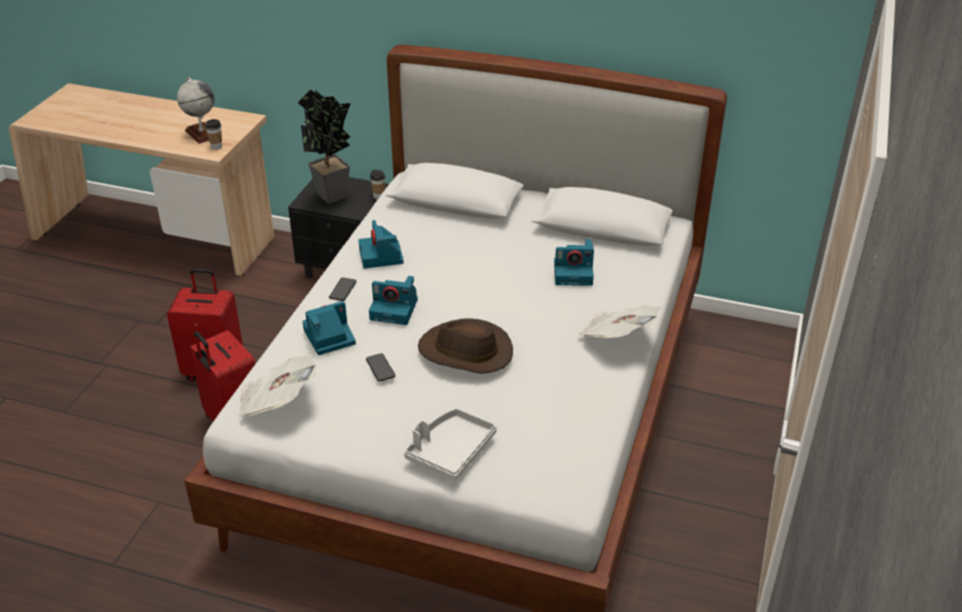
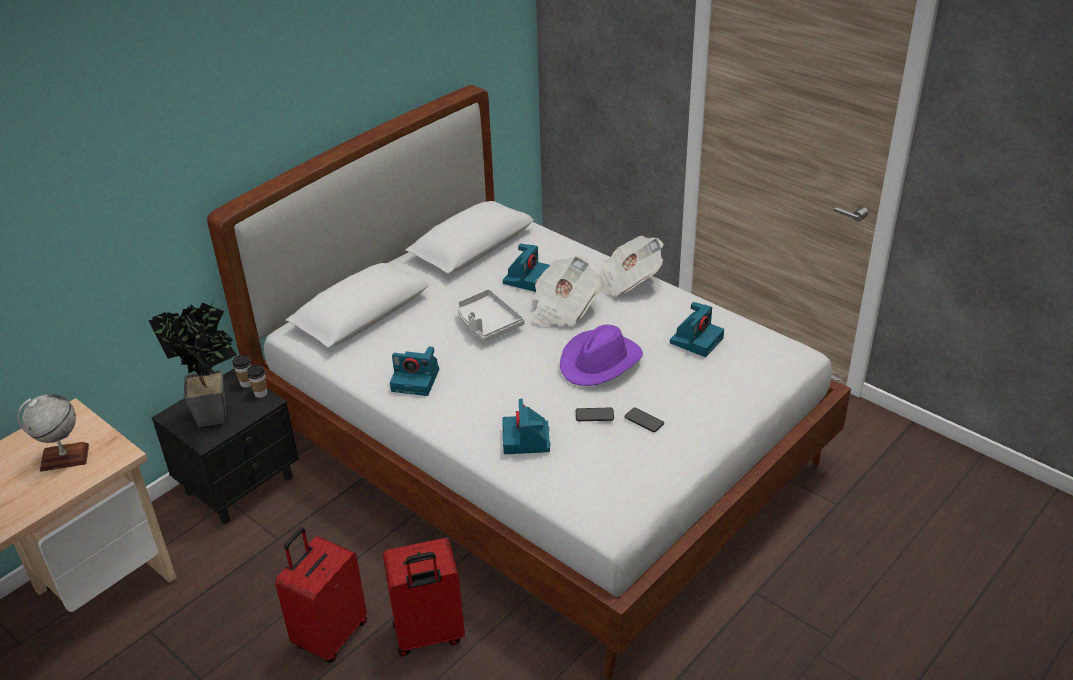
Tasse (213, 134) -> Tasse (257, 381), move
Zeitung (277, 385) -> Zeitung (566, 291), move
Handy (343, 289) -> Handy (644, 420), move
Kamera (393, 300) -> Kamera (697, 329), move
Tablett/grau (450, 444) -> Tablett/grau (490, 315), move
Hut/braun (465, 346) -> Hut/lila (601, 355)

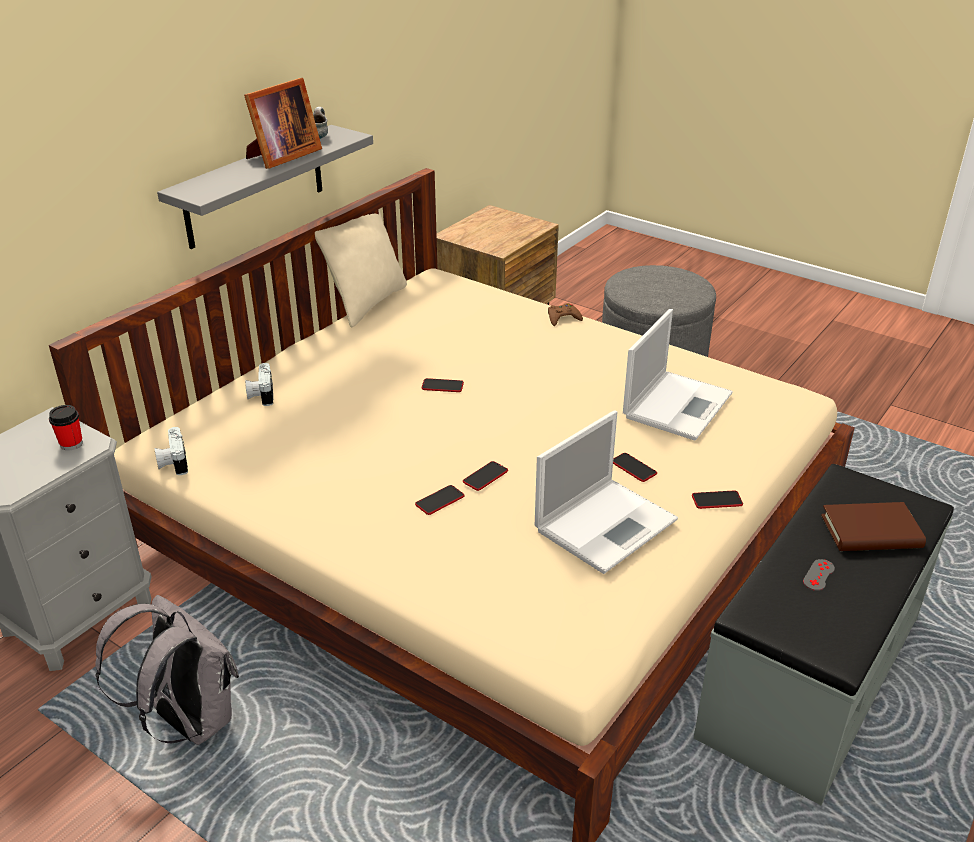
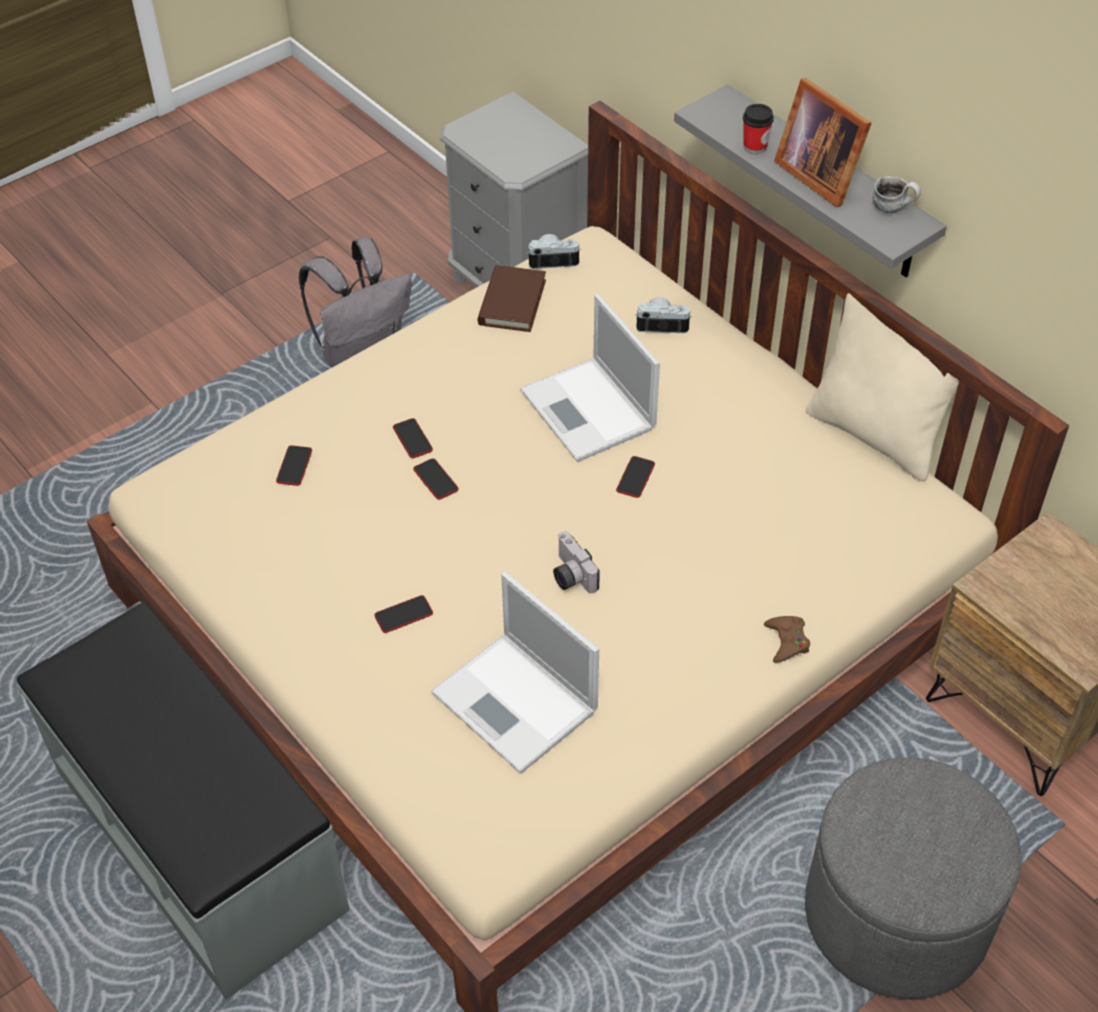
Gamepad/grau (819, 575) -> none
none -> Kamera (576, 562)
Tasse (66, 428) -> Tasse (758, 129), move
Laptop (606, 492) -> Laptop (590, 378), move
Handy (717, 499) -> Handy (294, 465), move
Buch/braun (873, 526) -> Buch/braun (512, 298), move

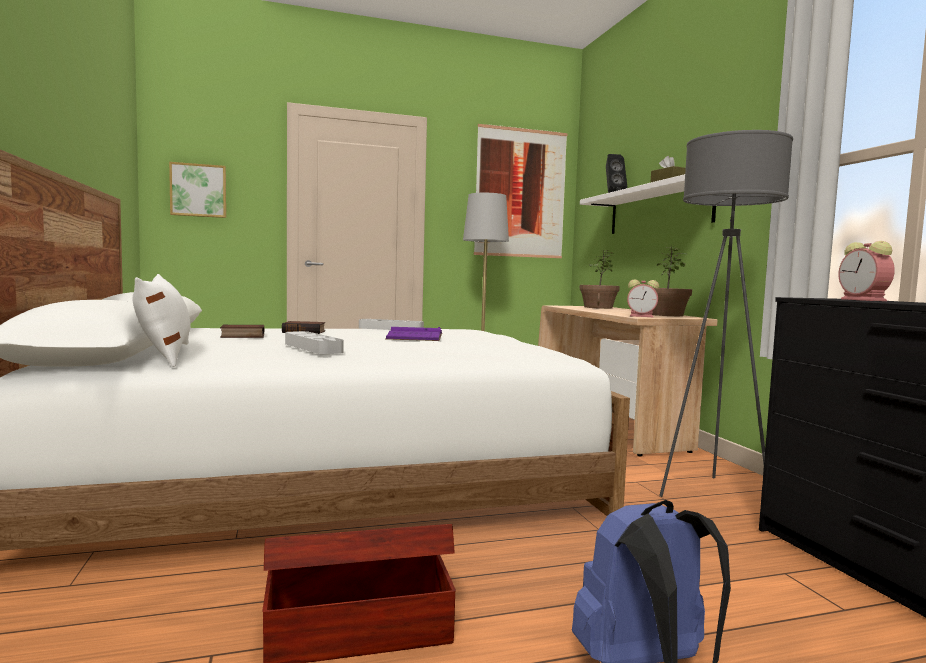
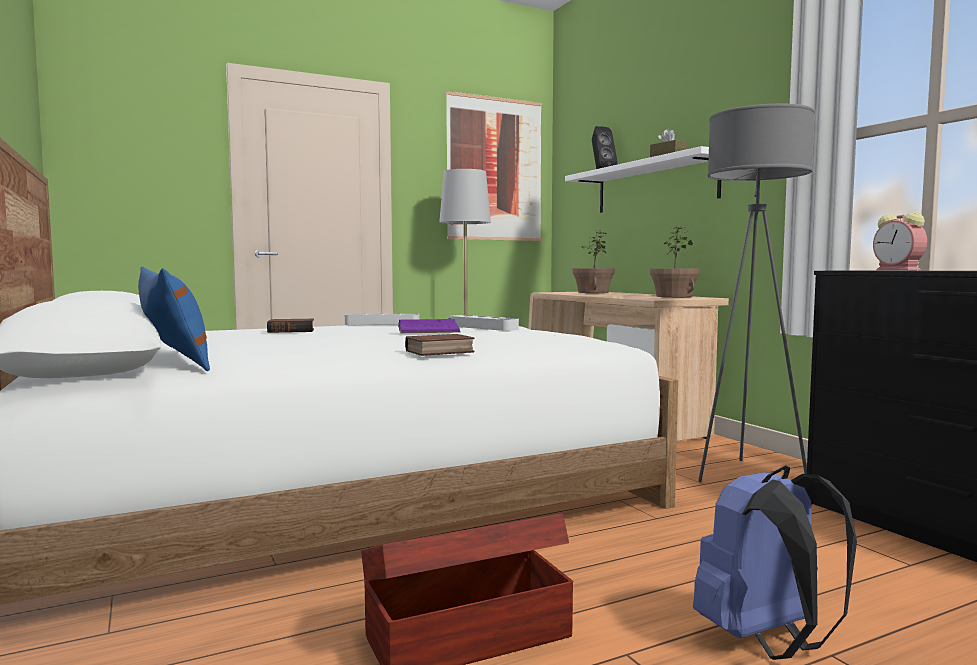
Bild (197, 190) -> none
Wecker (643, 298) -> none
Buch (242, 331) -> Buch (440, 345), move
Tablett/grau (314, 342) -> Tablett/grau (484, 323), move
Kissen/weiß (162, 320) -> Kissen/blau (174, 319)

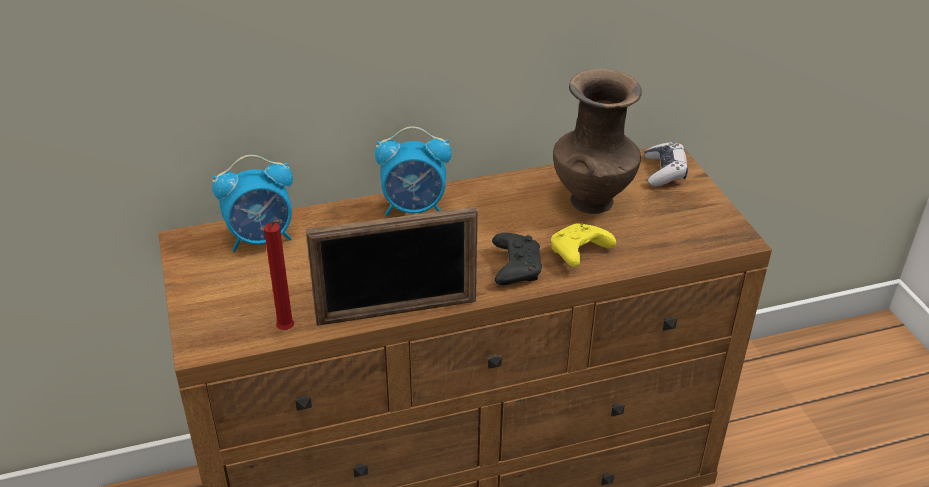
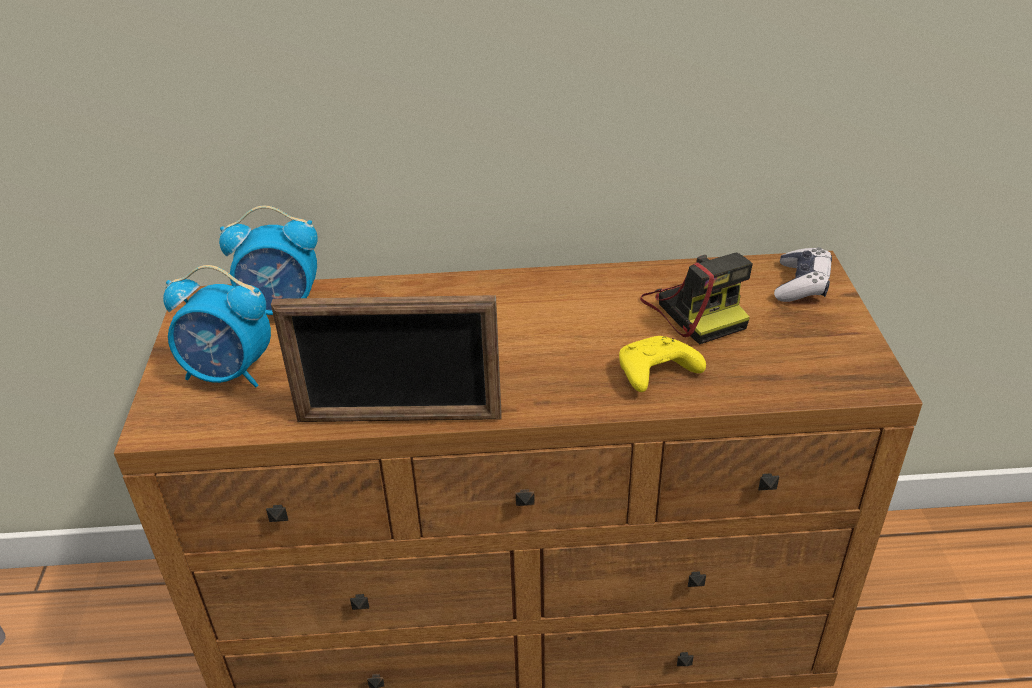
Kerze/rot (279, 275) -> none
Gamepad/schwarz (517, 259) -> none
Wecker (413, 171) -> Wecker (217, 326), move
Vase/braun (597, 141) -> Kamera (696, 299)

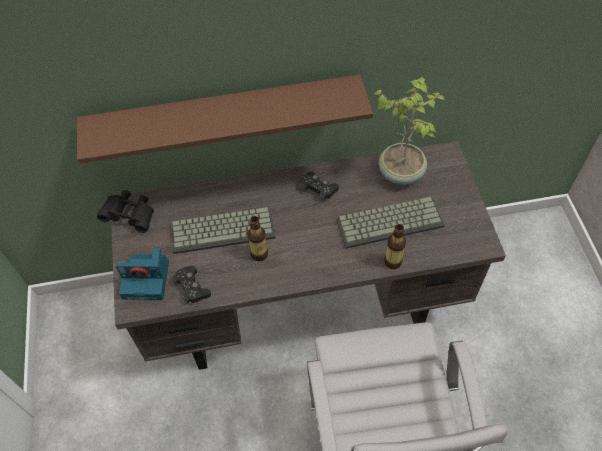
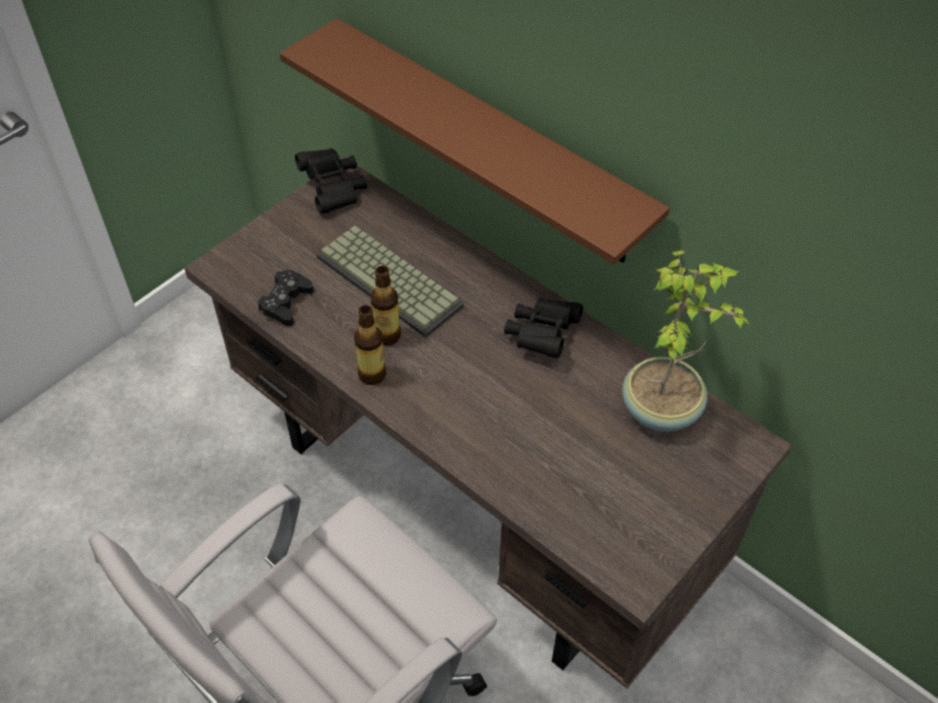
Kamera (142, 273) -> none
Tastatur (390, 223) -> none
Flasche (395, 246) -> Flasche (370, 345), move
Gamepad/schwarz (320, 186) -> Fernglas/schwarz (543, 328)

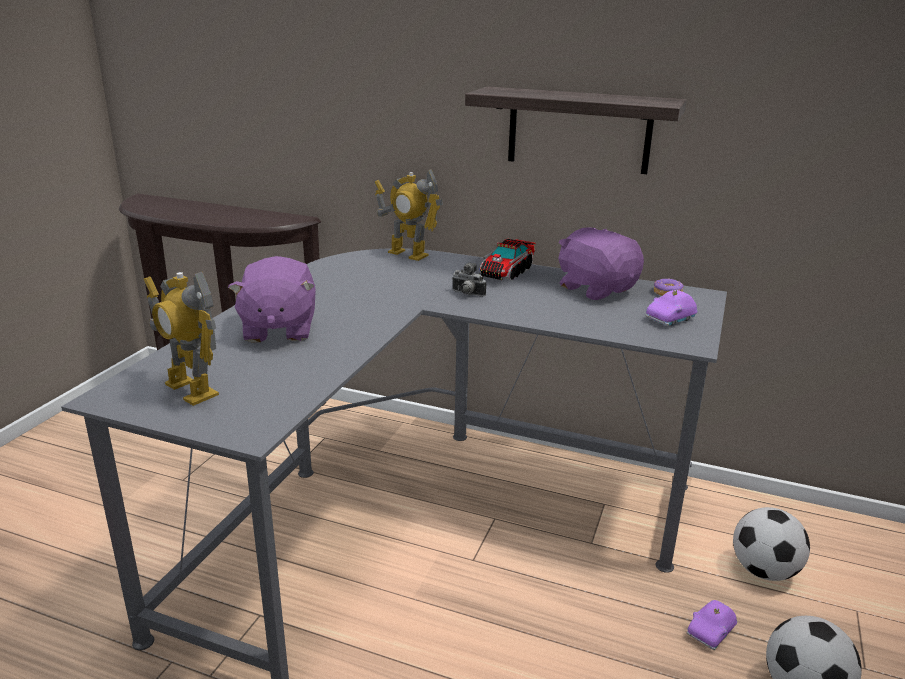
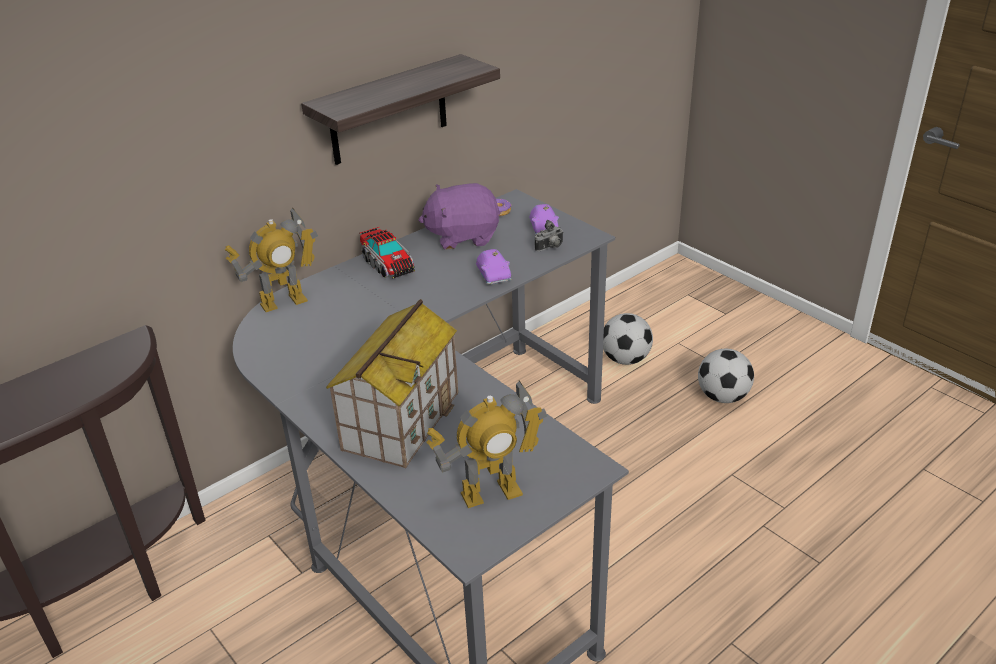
Kamera (469, 280) -> Kamera (549, 235), move
Spielzeugauto/lila (712, 625) -> Spielzeugauto/lila (493, 267), move
Plüschtier/lila (272, 299) -> Spielzeughaus (392, 383)

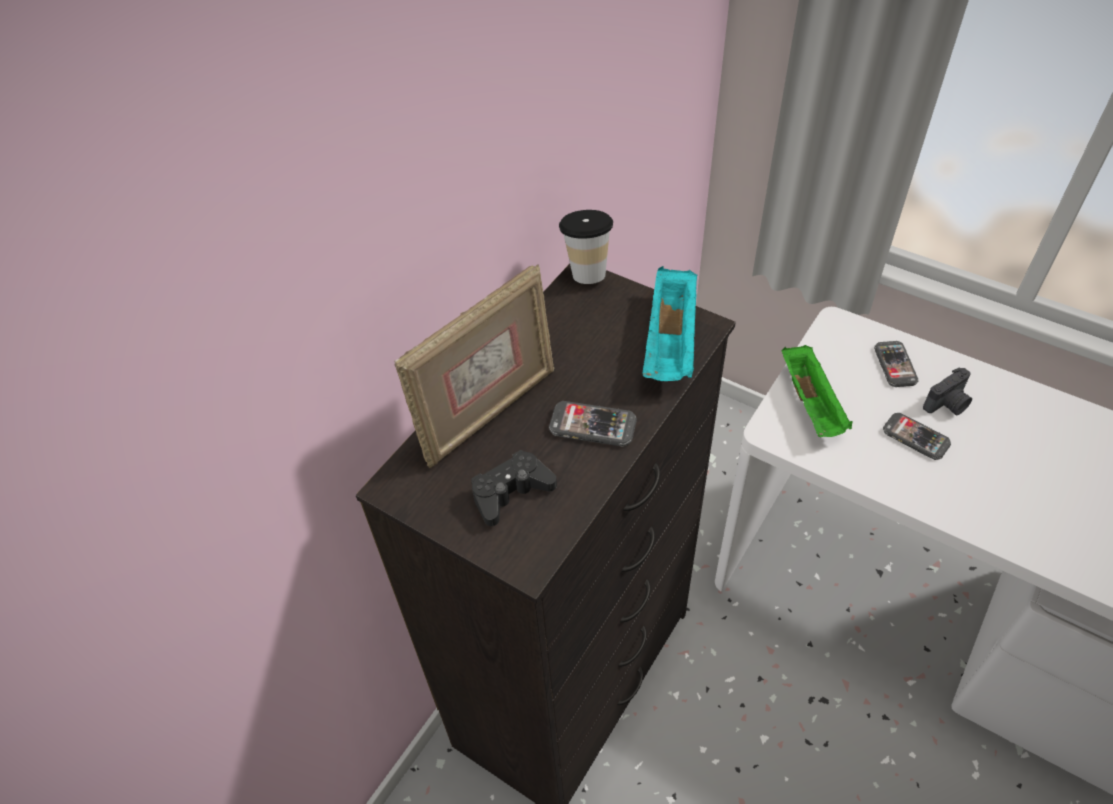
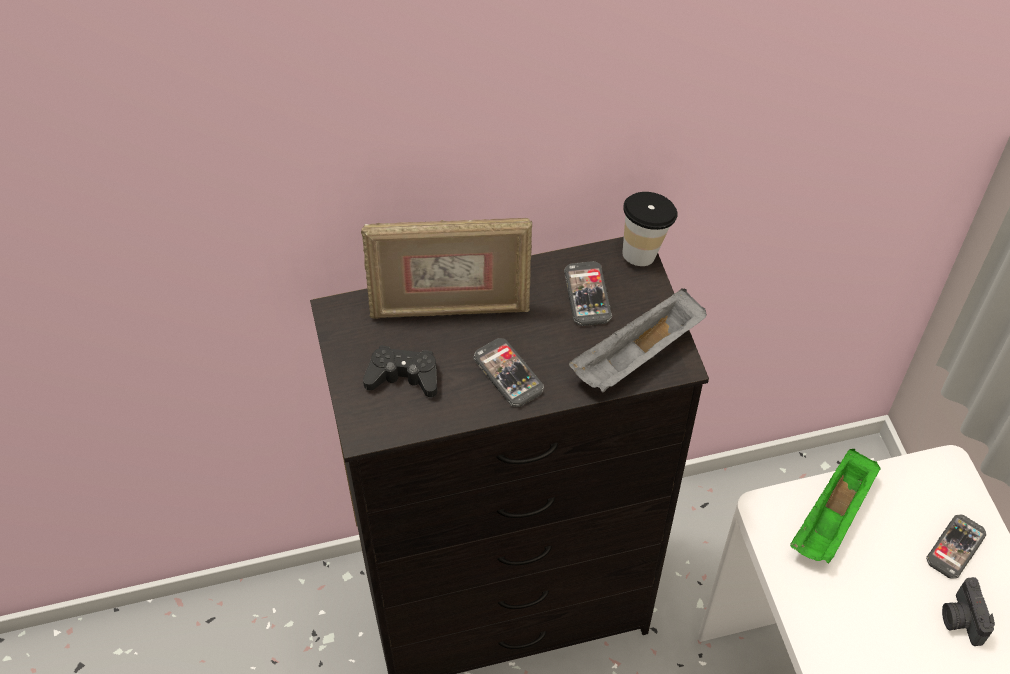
Handy (917, 436) -> Handy (588, 293), move
Tablett/türkis (669, 323) -> Tablett/grau (638, 340)
Kamera (947, 391) -> Kamera (968, 611), 75 degrees clockwise

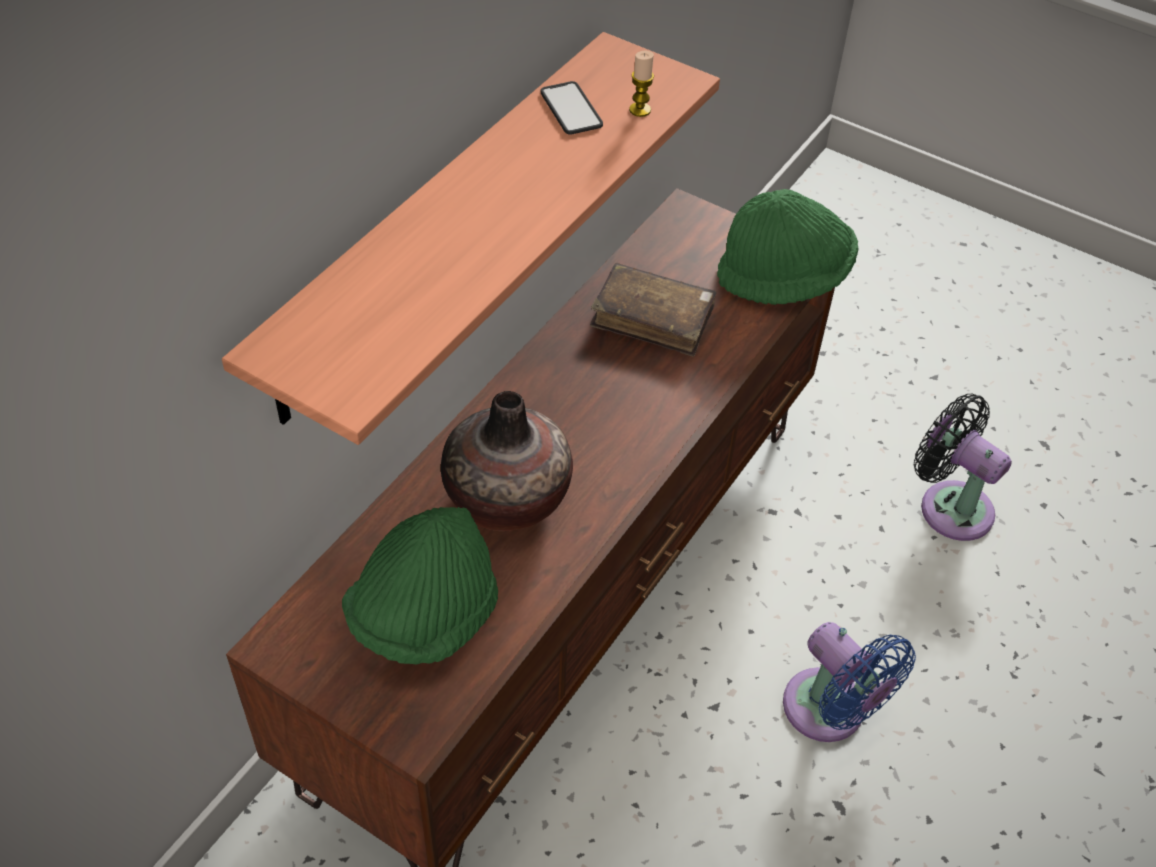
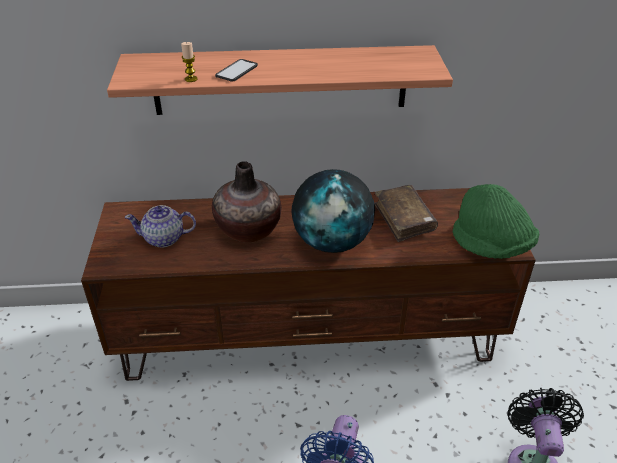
none -> Globus (333, 211)
Handy (572, 108) -> Handy (236, 70), move
Kerze (641, 84) -> Kerze (189, 62), move
Hut/grün (420, 585) -> Teekanne (160, 226)

